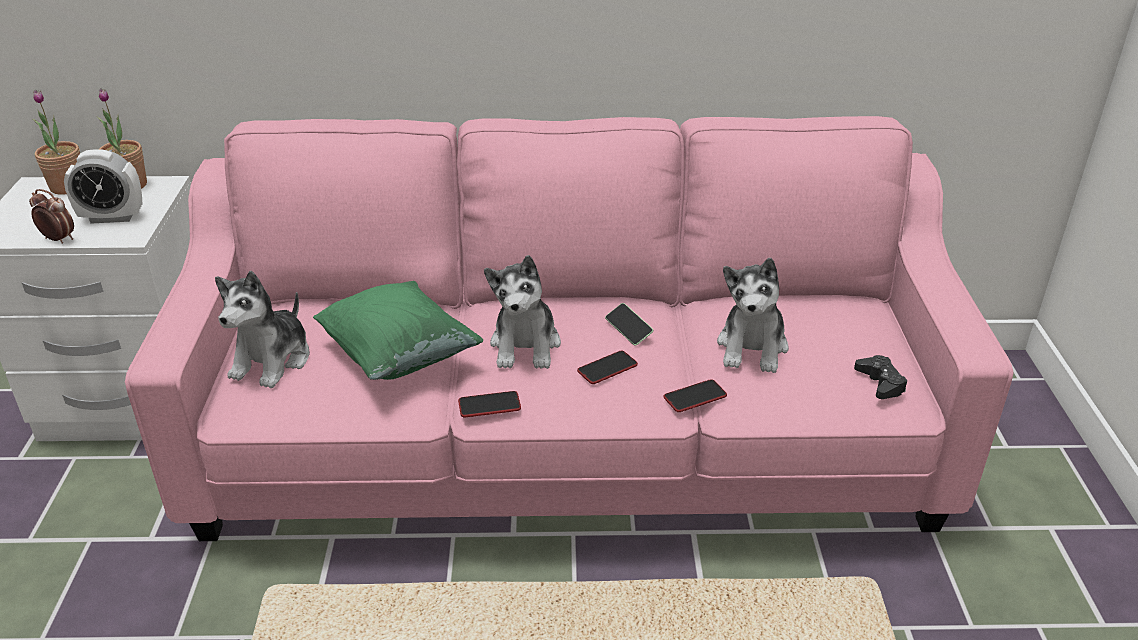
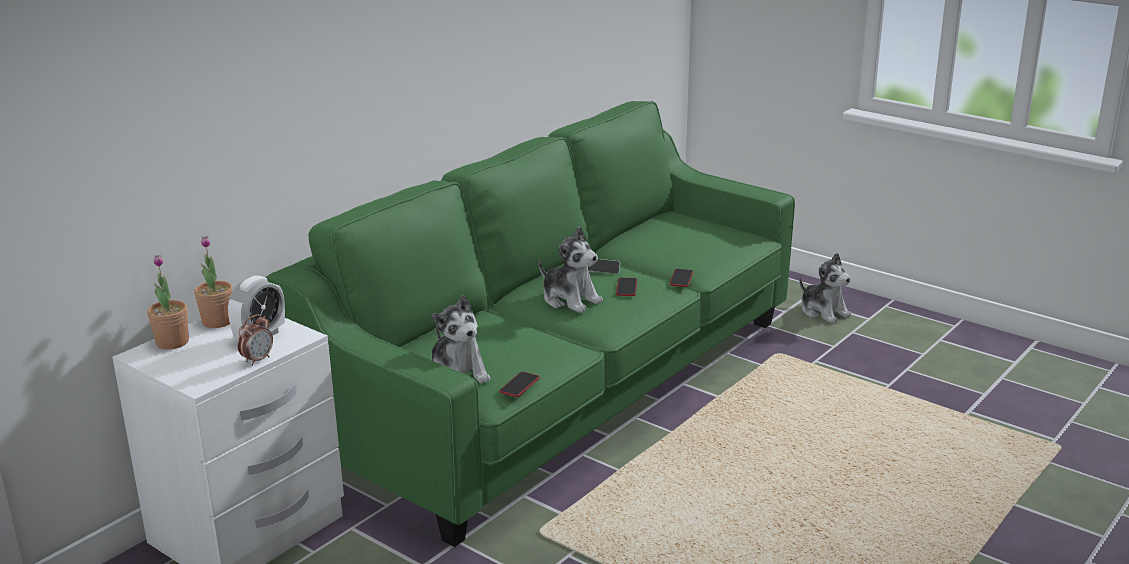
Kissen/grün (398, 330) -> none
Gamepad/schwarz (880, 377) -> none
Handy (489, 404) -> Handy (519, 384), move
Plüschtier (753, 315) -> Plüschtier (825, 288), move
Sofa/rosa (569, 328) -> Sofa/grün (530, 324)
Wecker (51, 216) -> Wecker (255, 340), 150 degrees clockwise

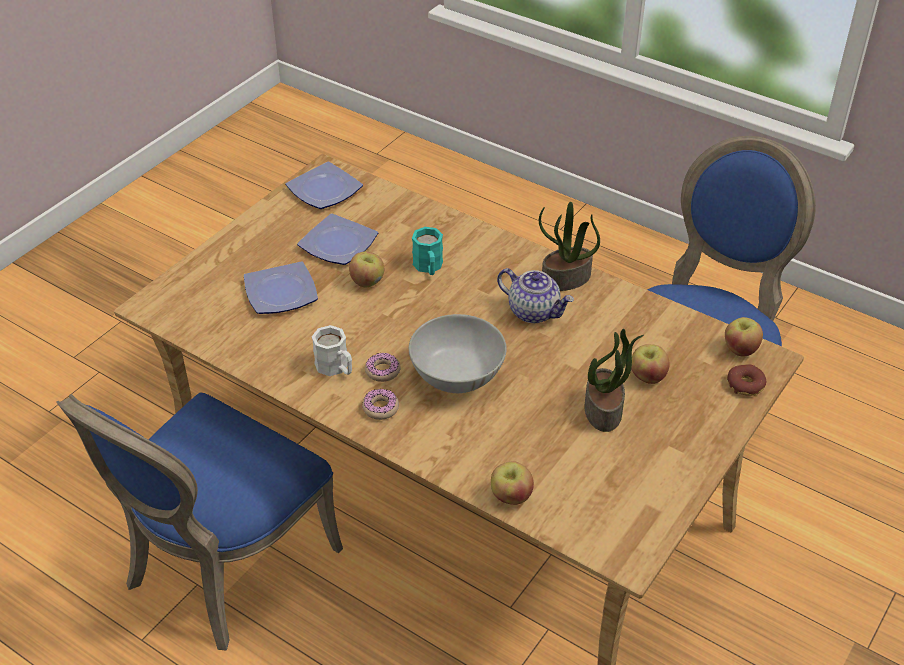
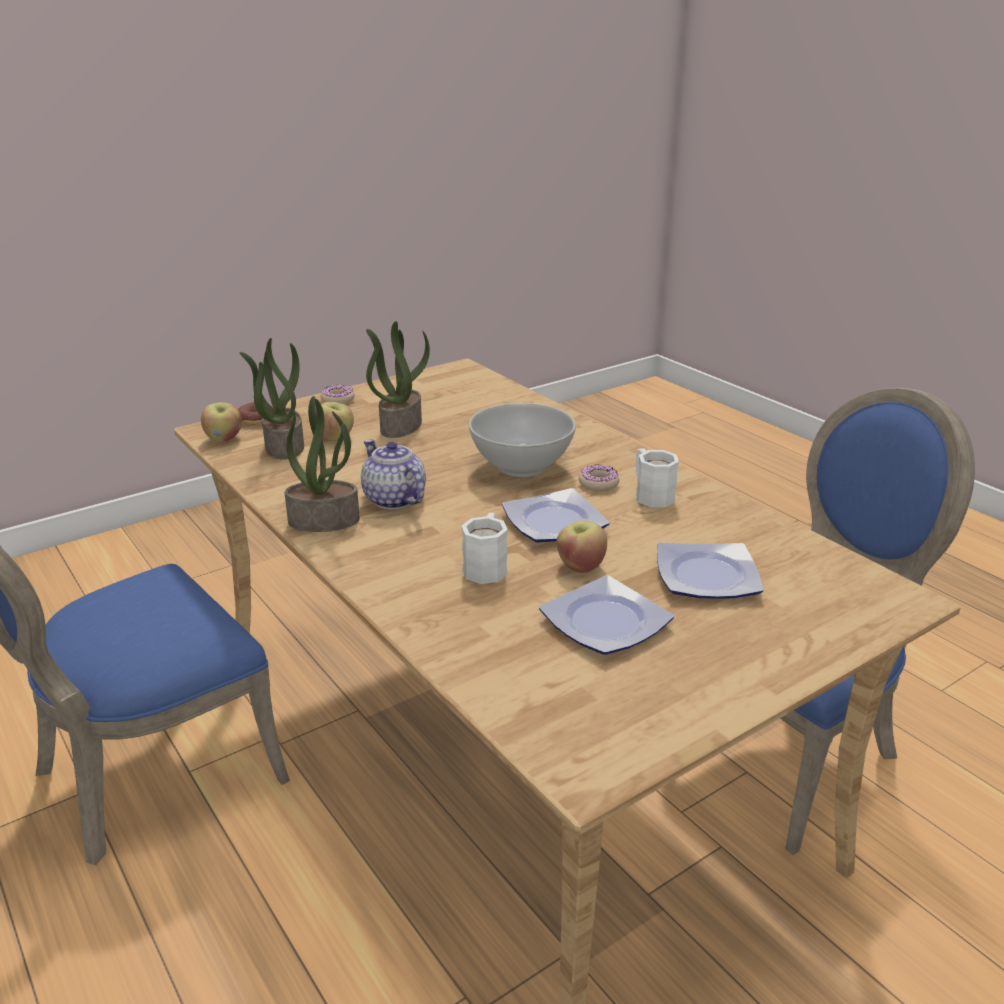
Apfel (512, 483) -> none
none -> Topfpflanze (272, 399)
Teller (324, 185) -> Teller (556, 515), move
Donut (380, 404) -> Donut (337, 394), move
Henkelbecher/türkis (427, 251) -> Henkelbecher/weiß (485, 548)

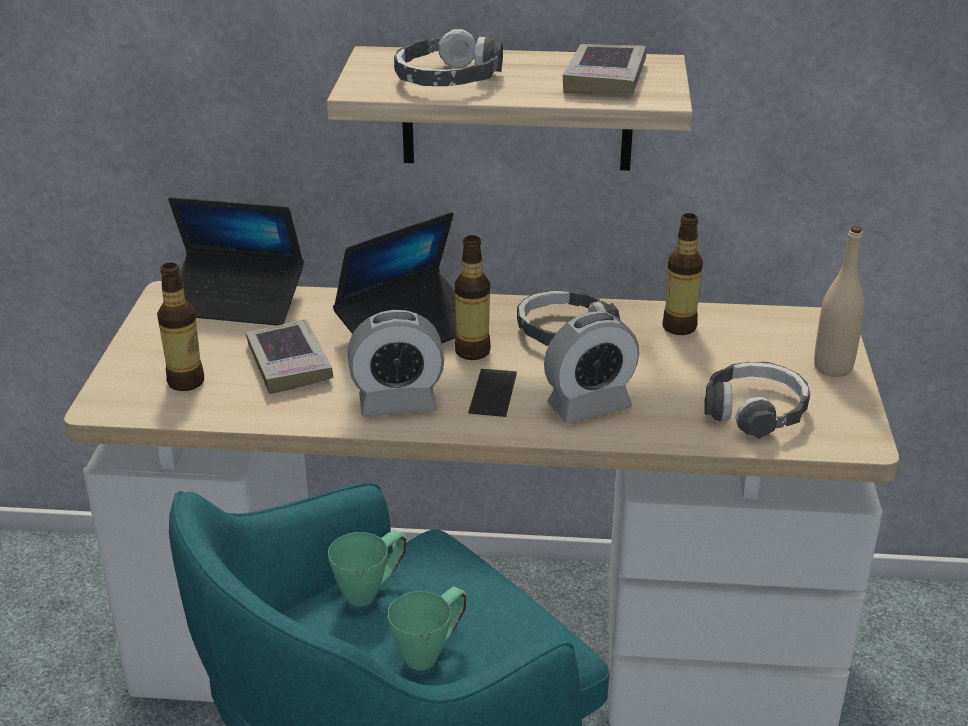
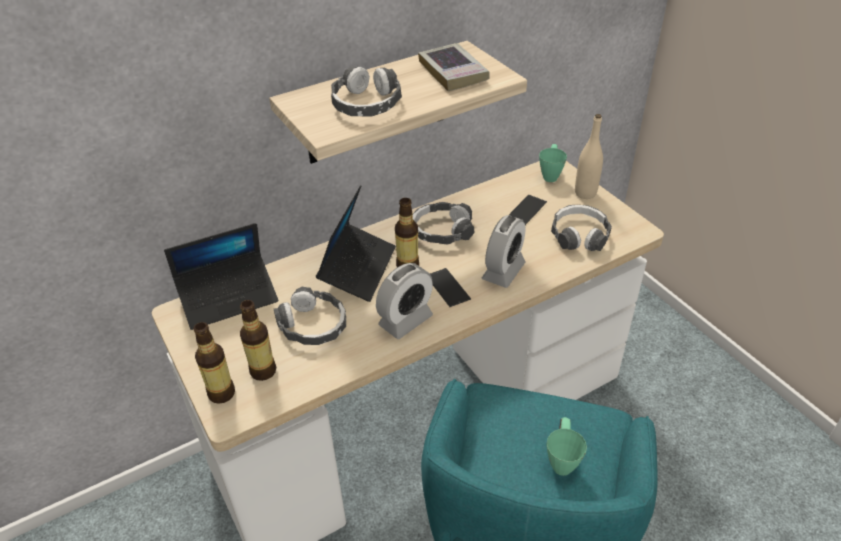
none -> Handy (528, 210)
Henkelbecher/grün (367, 568) -> Henkelbecher/grün (553, 163), move
Flasche (683, 274) -> Flasche (214, 363), move
Buch (289, 356) -> Kopfhörer (310, 316)

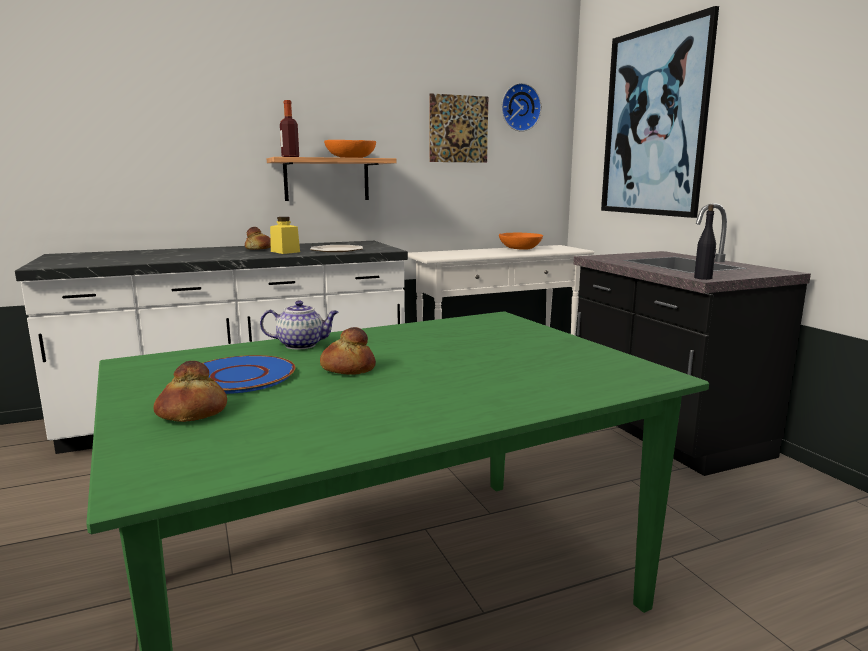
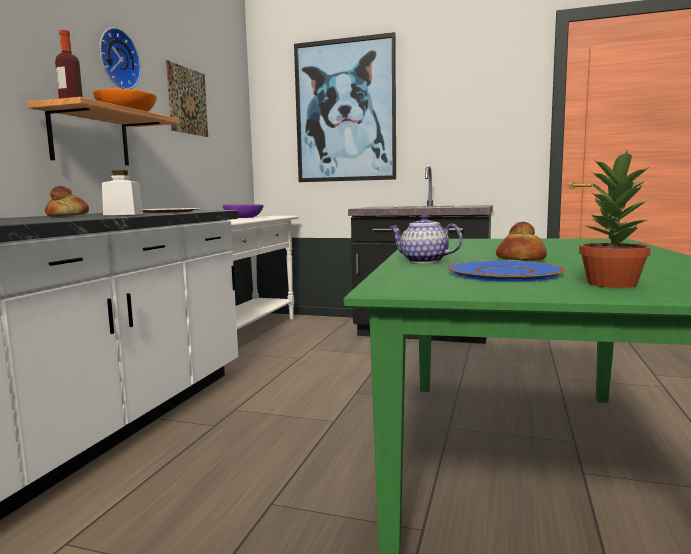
Flasche/schwarz (705, 242) -> none
Wanduhr (521, 107) -> Wanduhr (120, 58), move
Brot (190, 391) -> Topfpflanze (615, 218)
Vorratsglas/gelb (285, 235) -> Vorratsglas/weiß (122, 192)
Schüssel/orange (521, 241) -> Schüssel/lila (243, 211)
Teekanne (299, 324) -> Teekanne (426, 239), 90 degrees counterclockwise

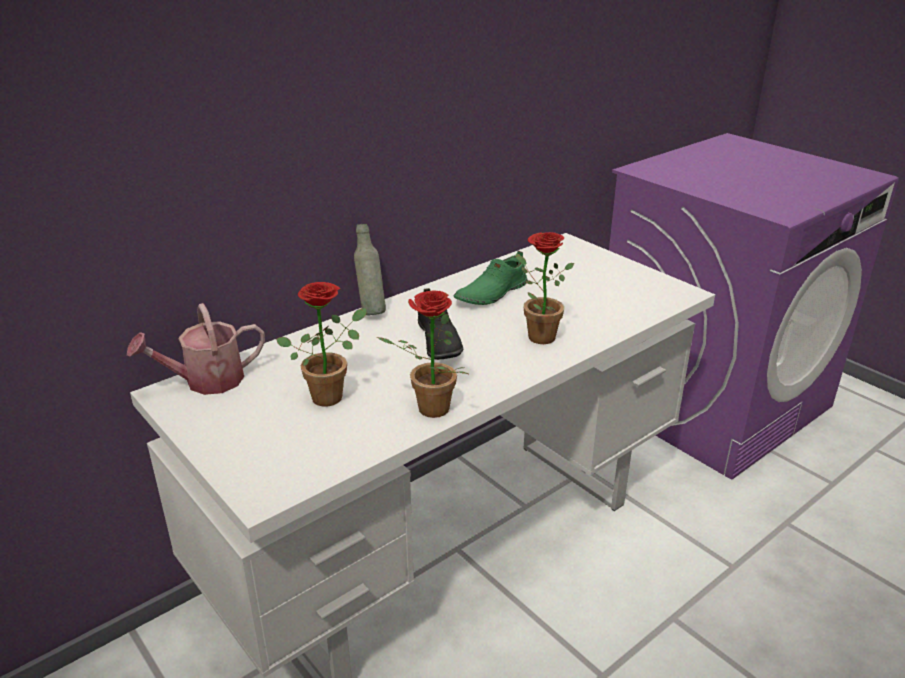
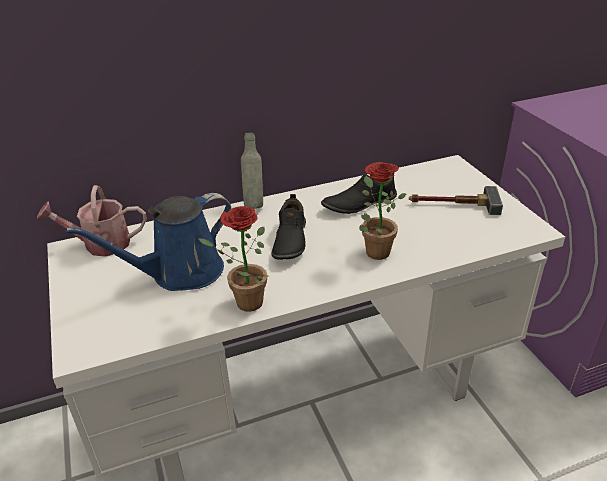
none -> Hammer (456, 200)
Topfpflanze (321, 344) -> Gießkanne/blau (148, 242)
Schuh/grün (490, 278) -> Schuh/schwarz (359, 194)

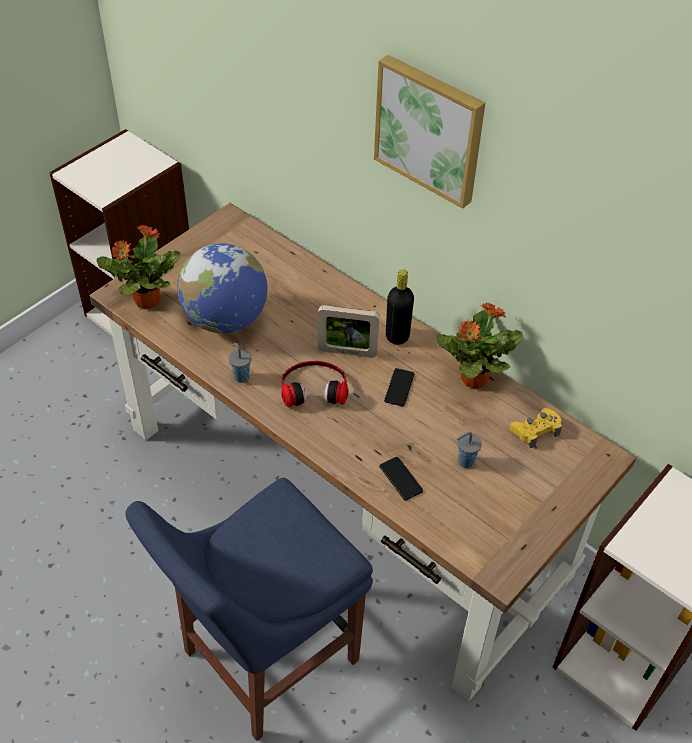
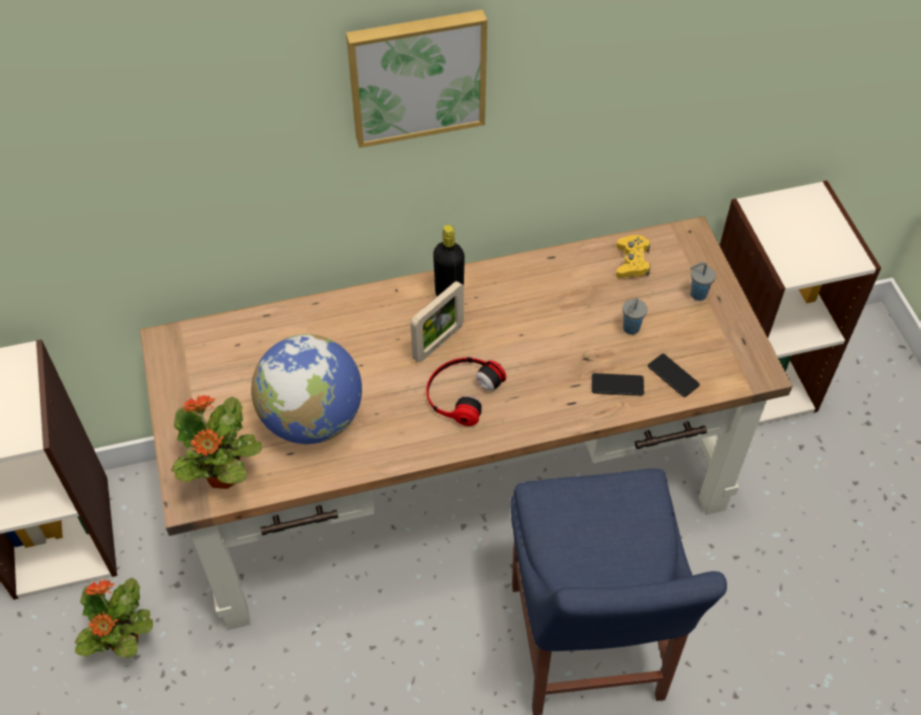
Tasse/grau (240, 363) -> Tasse/grau (703, 281), move
Handy (399, 387) -> Handy (674, 375), move
Topfpflanze (479, 346) -> Topfpflanze (114, 618), move

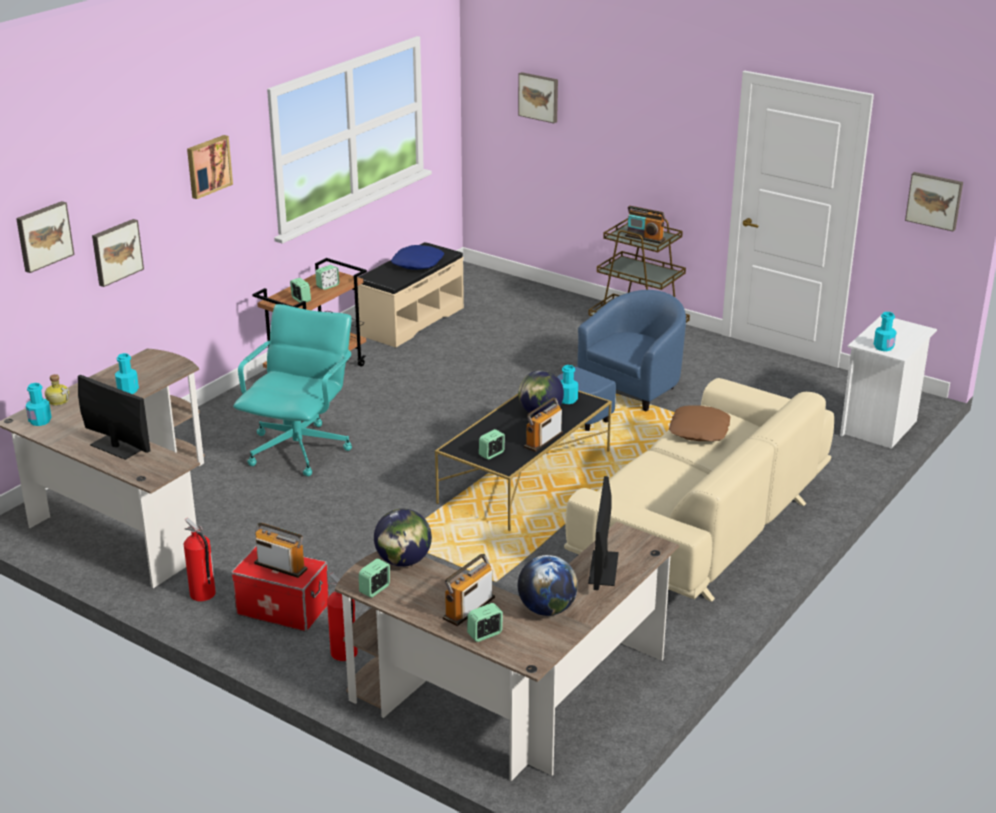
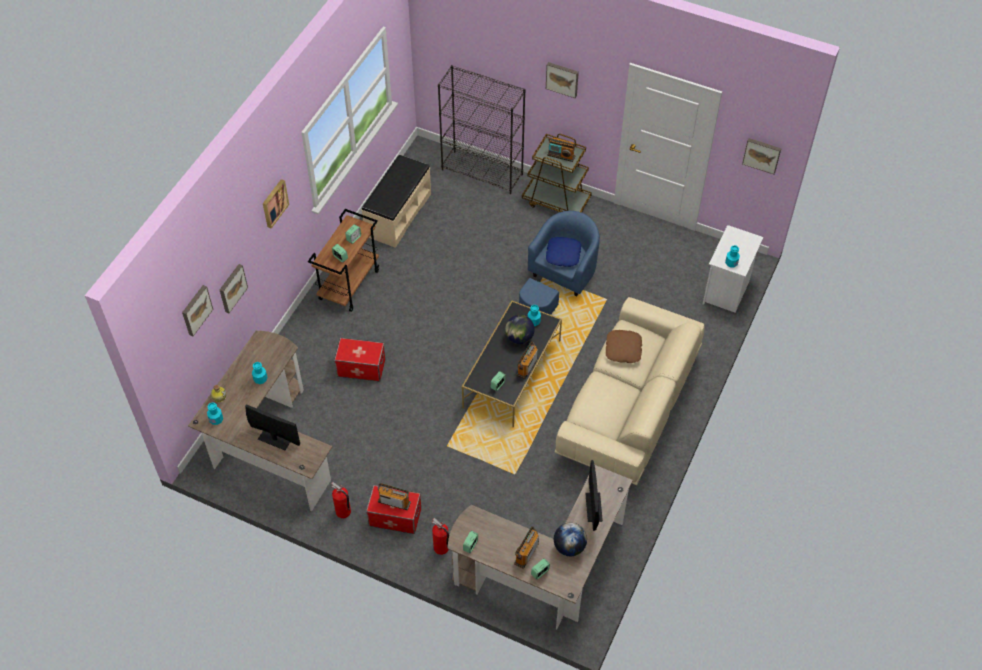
Globus (403, 538) -> none
none -> Bücherregal/schwarz (482, 129)
Kissen/blau (417, 257) -> Kissen/blau (563, 252), move
Bild (538, 97) -> Bild (562, 80), move
Bürostuhl/türkis (292, 390) -> Aufbewahrungsbox (359, 359)

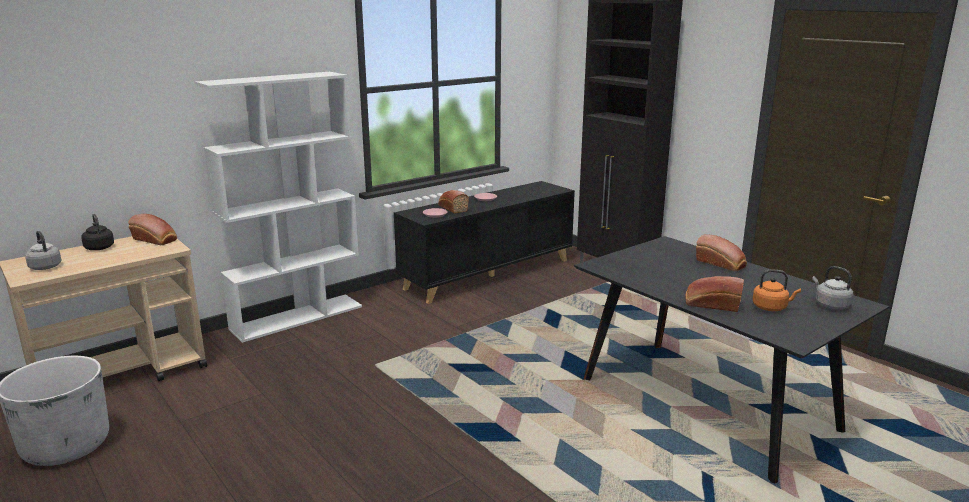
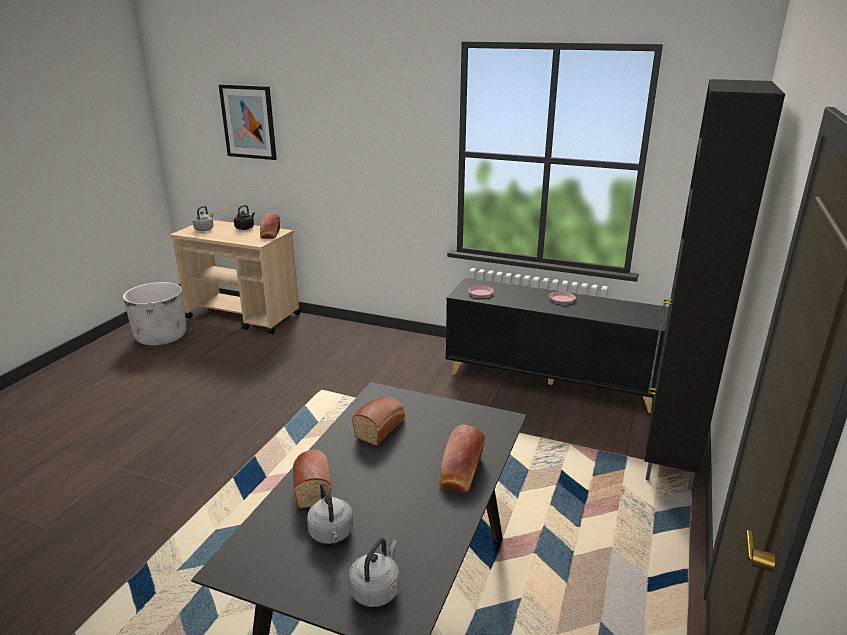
Bücherregal/weiß (278, 207) -> none
none -> Bild (248, 122)
Brot (453, 202) -> Brot (378, 421), move
Wasserkessel/orange (777, 290) -> Wasserkessel/grau (330, 513)

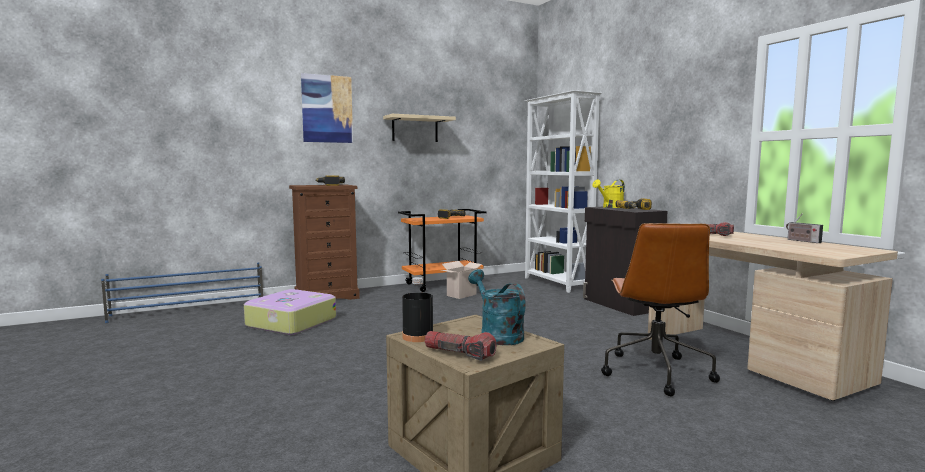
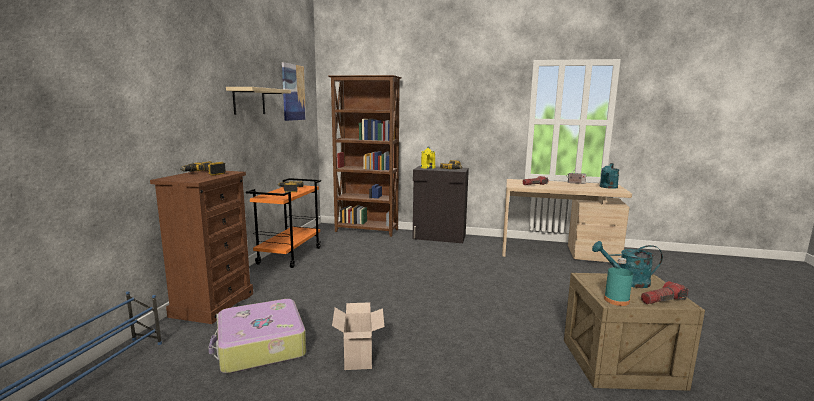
Bürostuhl/braun (660, 309) -> none
none -> Gießkanne/türkis (609, 176)
Bild (327, 108) -> Bild (294, 91), move
Karton (462, 280) -> Karton (358, 336), move
Flasche/schwarz (417, 309) -> Flasche/türkis (618, 282)
Bücherregal/weiß (563, 191) -> Bücherregal/braun (365, 156)

